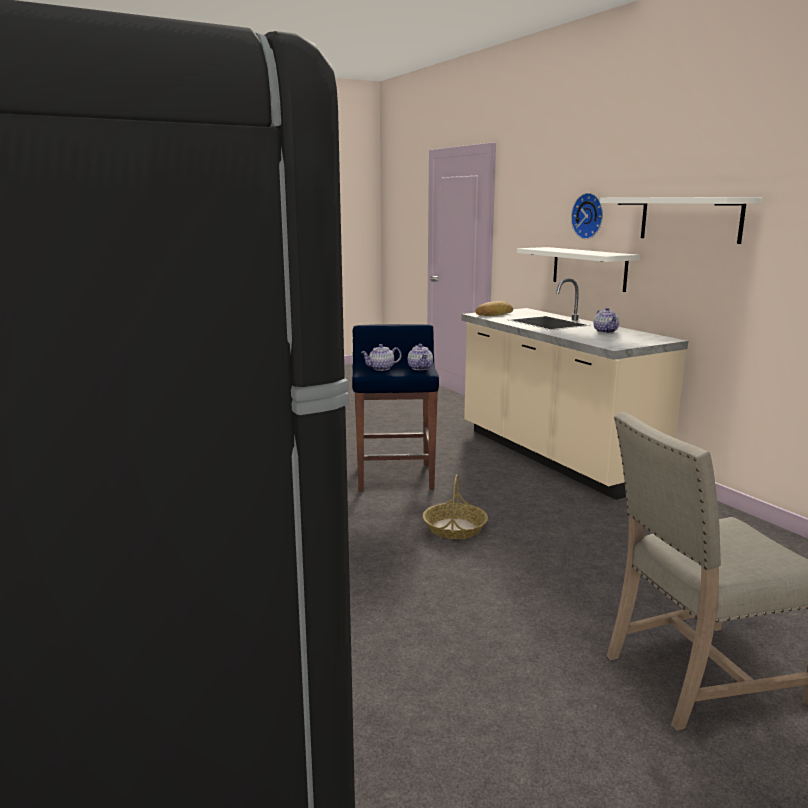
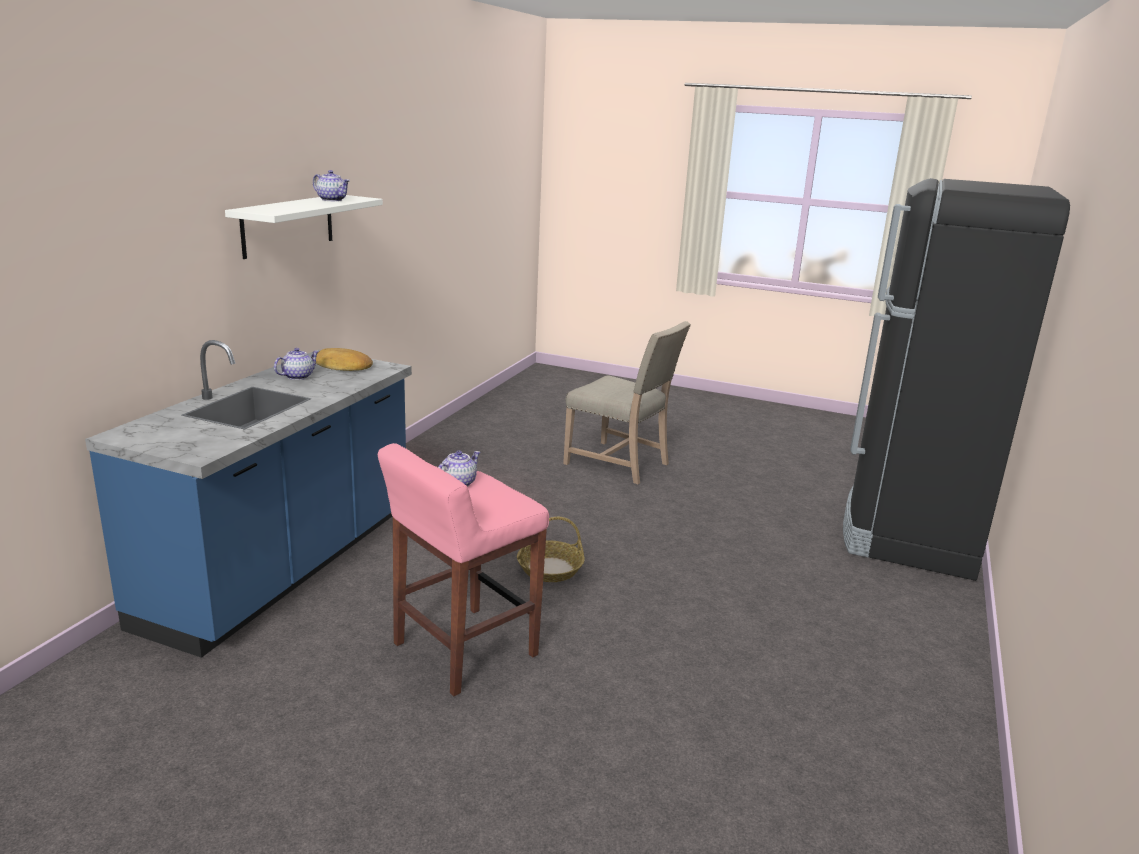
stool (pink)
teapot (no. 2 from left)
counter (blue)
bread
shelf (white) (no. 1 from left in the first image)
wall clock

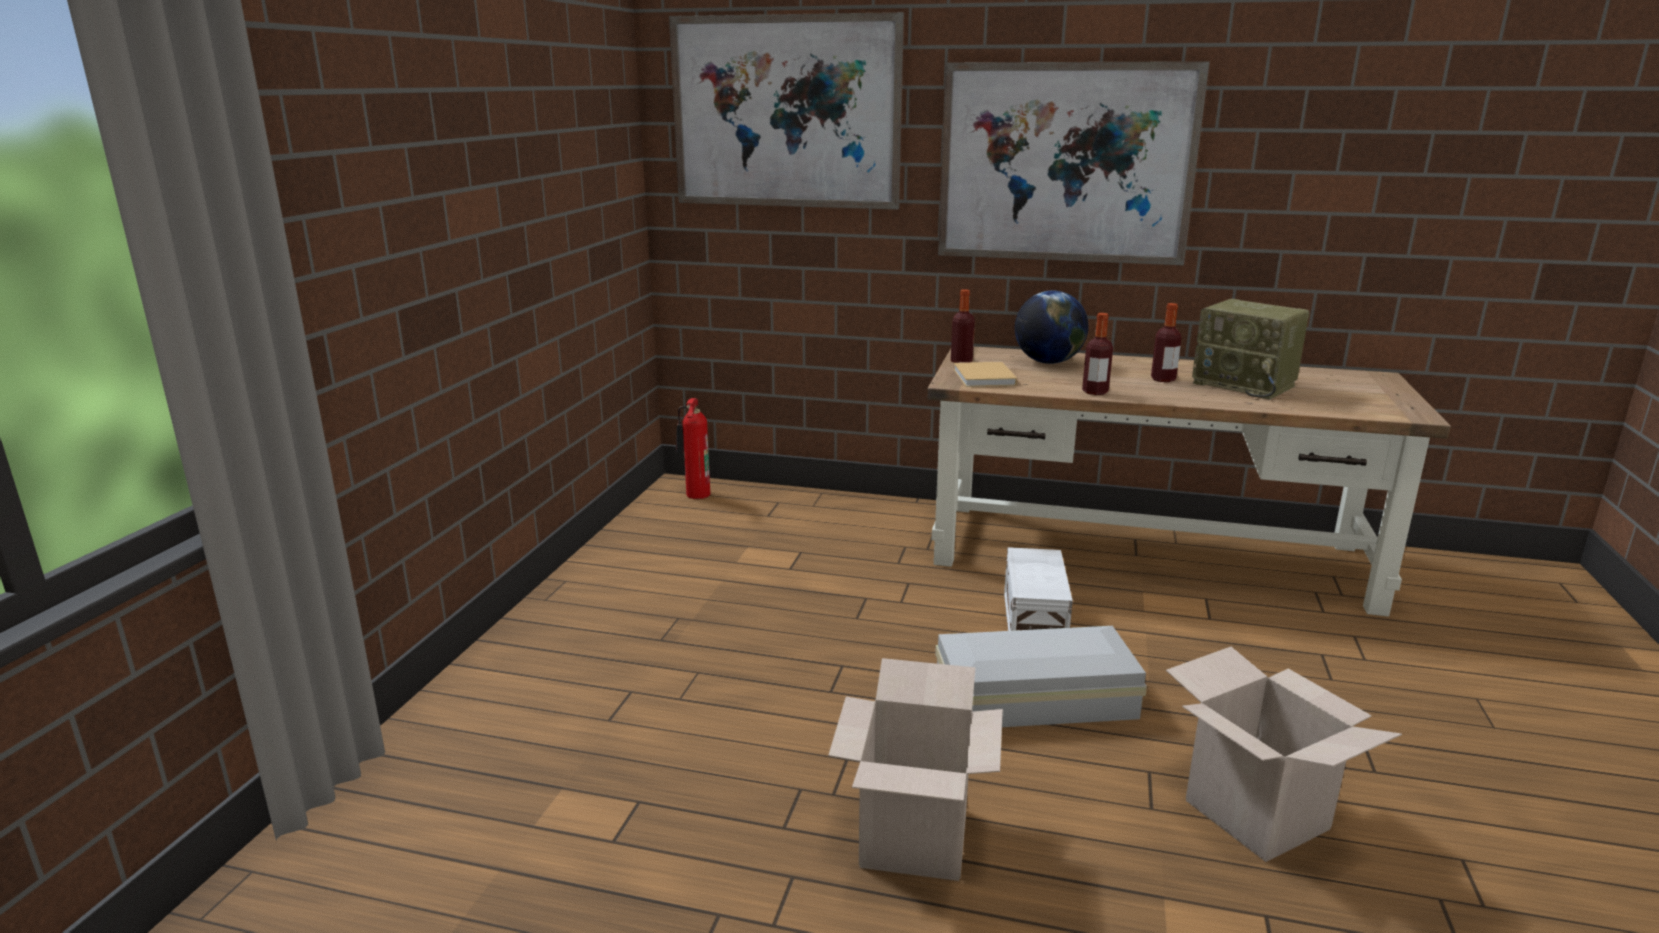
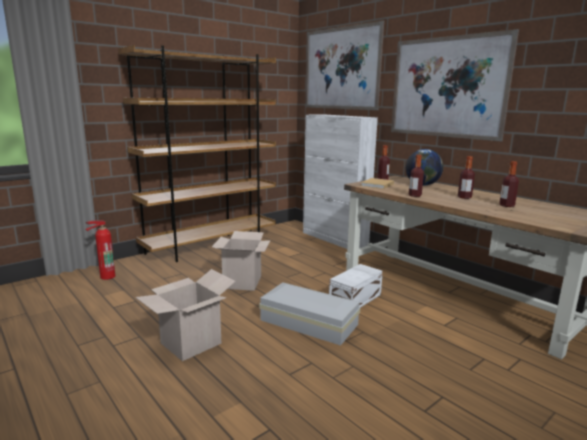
fire extinguisher
cardboard box (no. 2 from left)
bottle (no. 4 from left)
bookcase (brown)
cabinet (white)

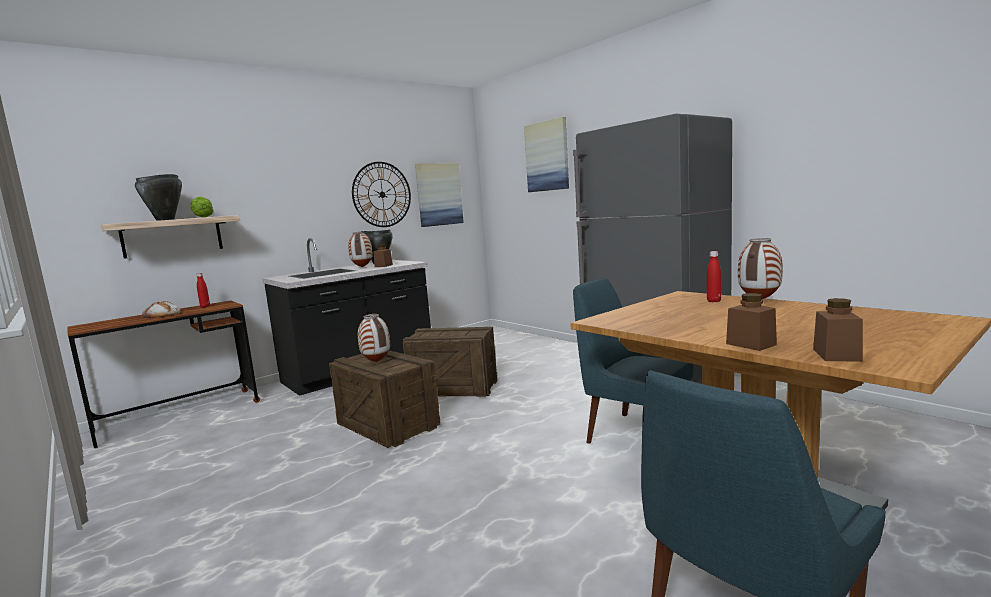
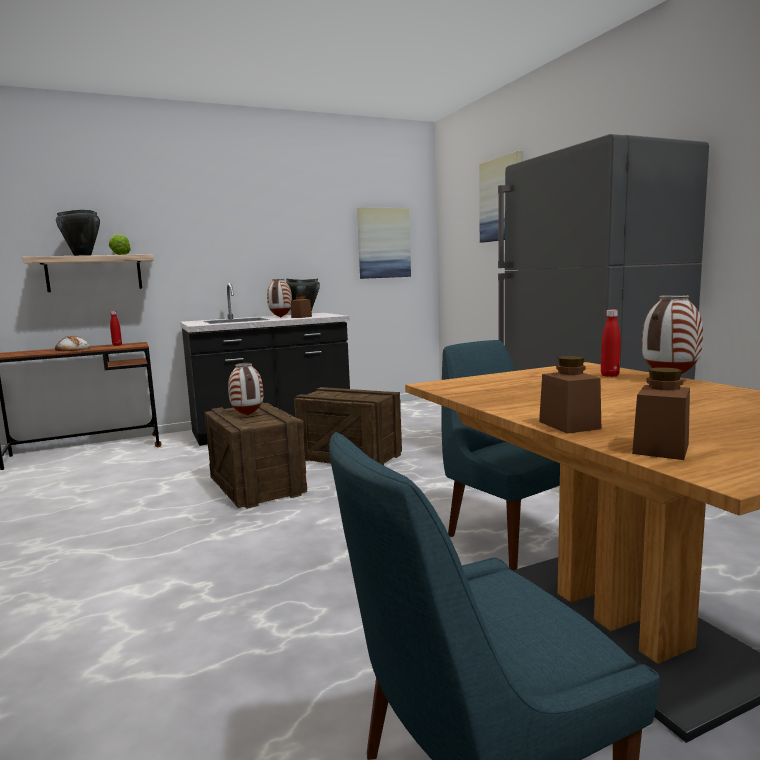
wall clock

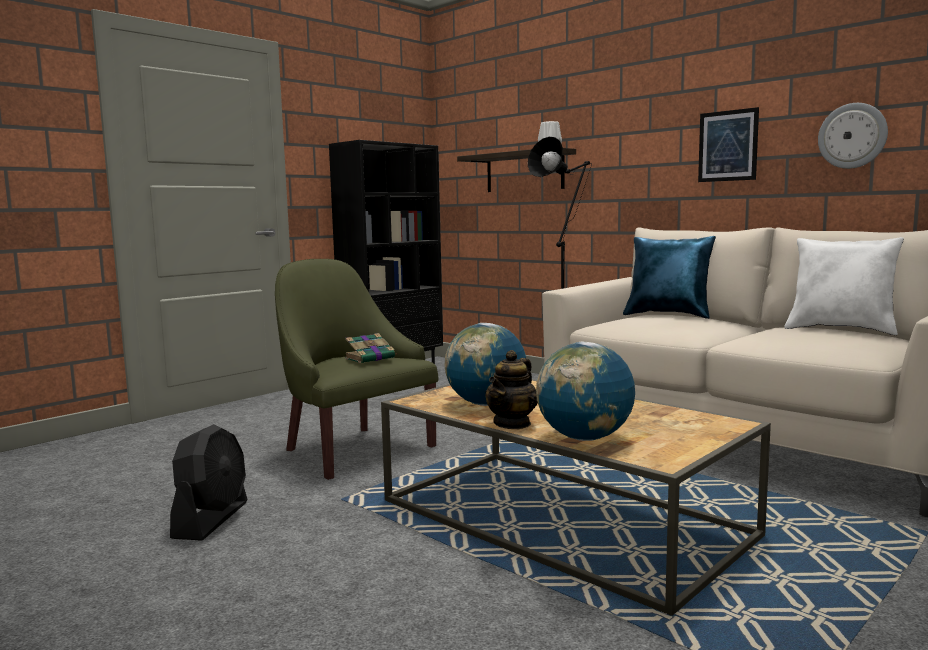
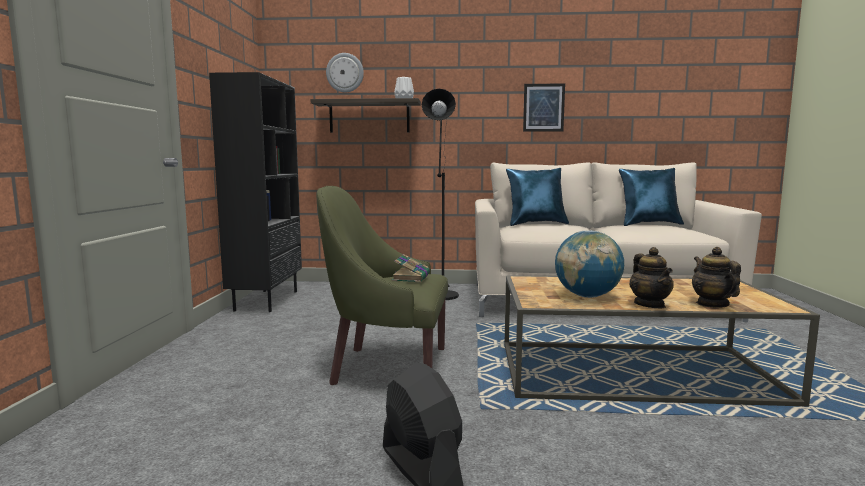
teapot (no. 2 from left)
pillow (blue) (no. 2 from left)
wall clock

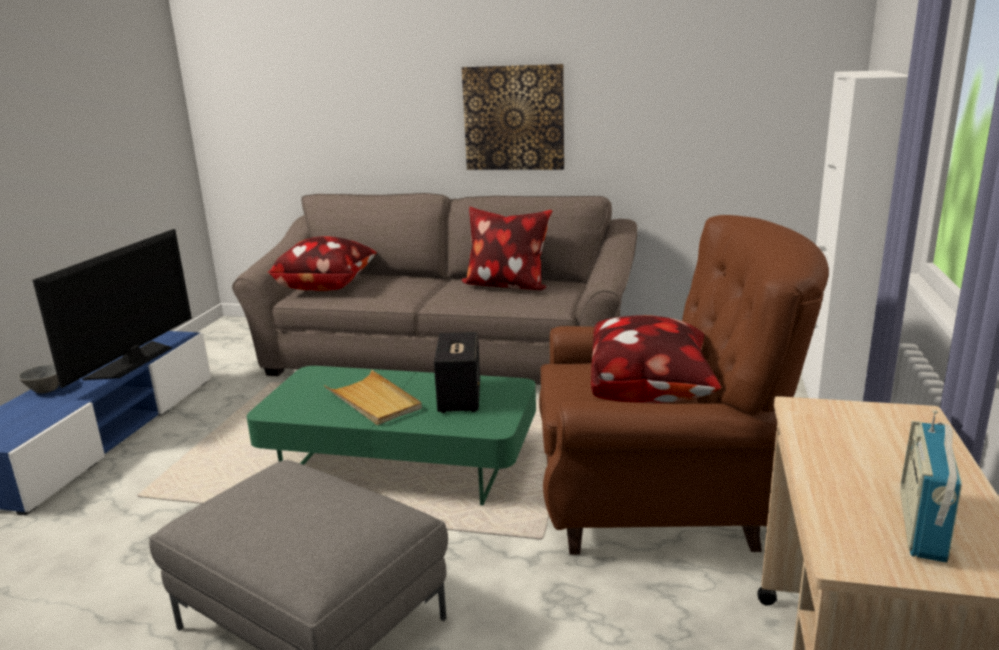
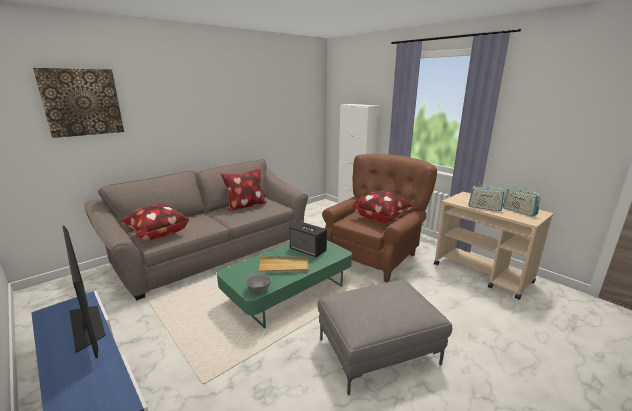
bowl (grey)
picture
radio (no. 1 from left)

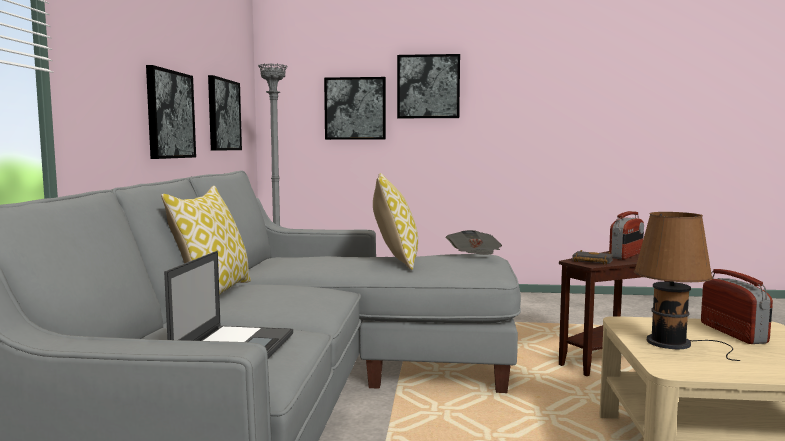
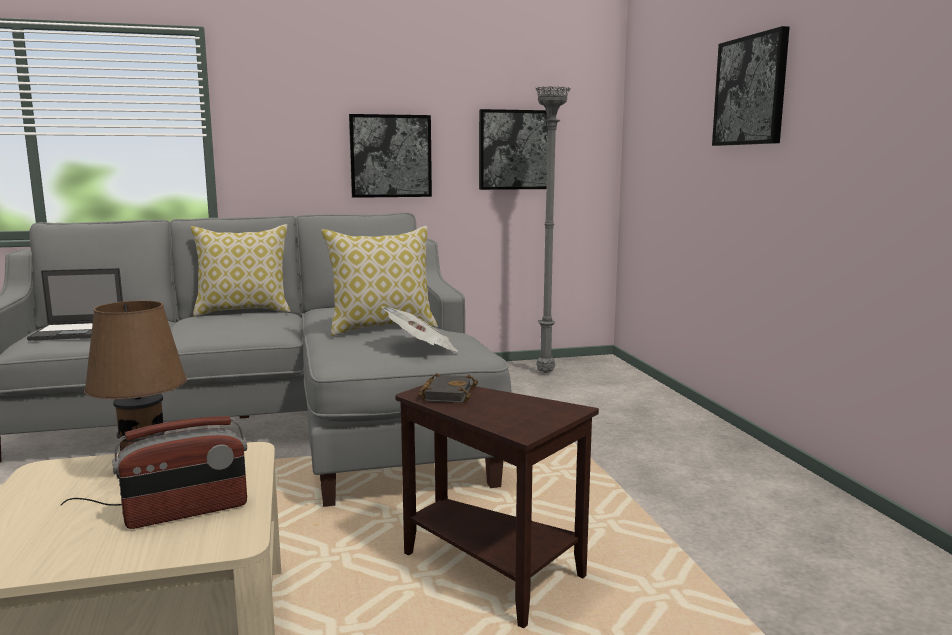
picture (no. 3 from left in the first image)
radio (no. 1 from left in the first image)

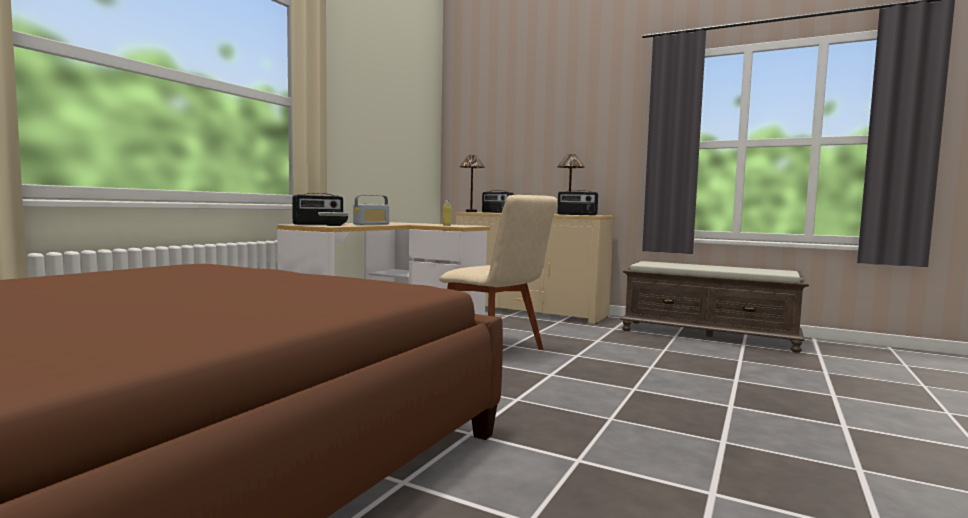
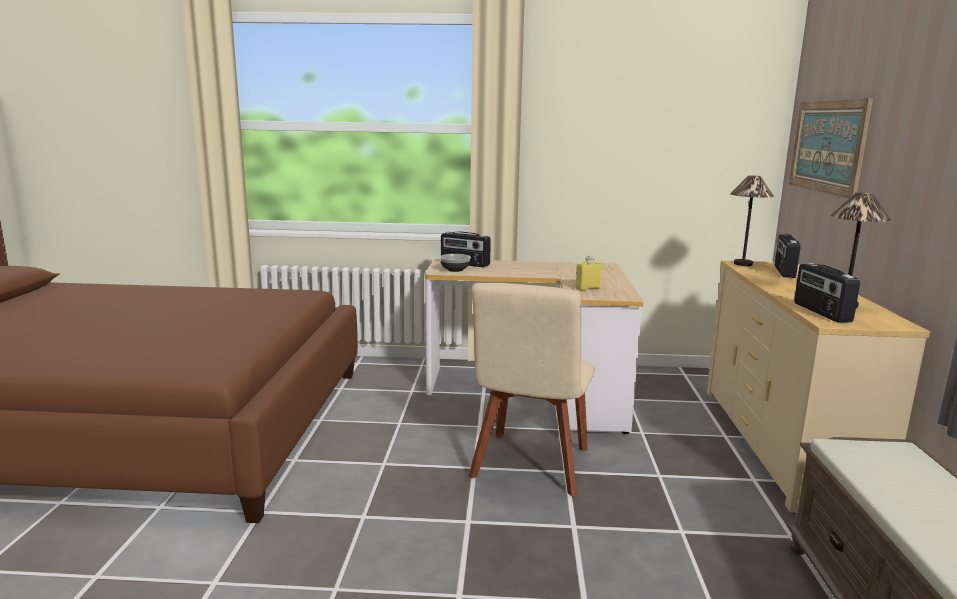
radio (no. 2 from left in the first image)
picture

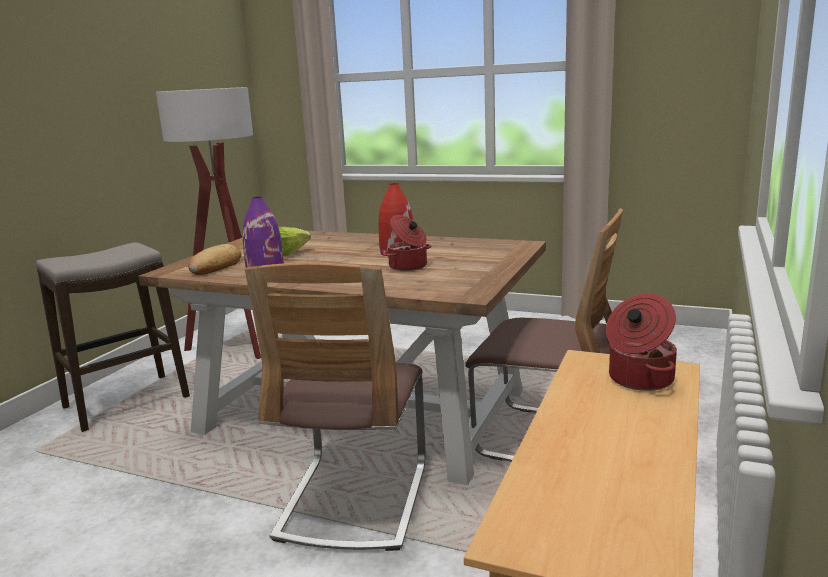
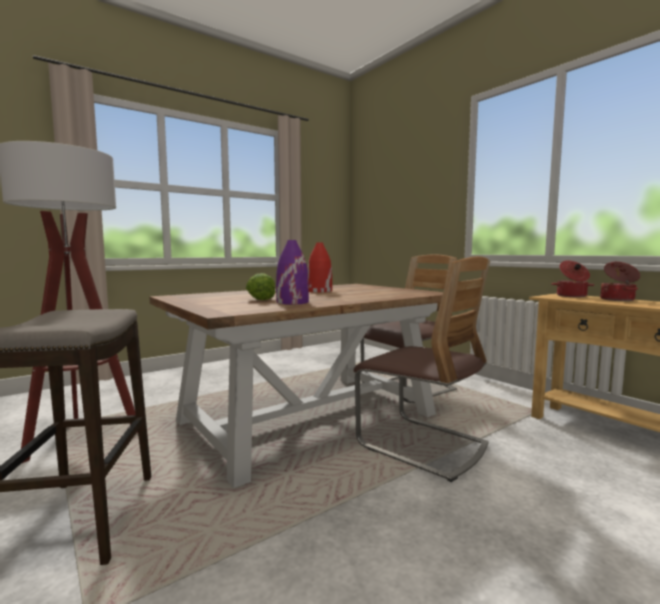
bread
cooking pot (no. 2 from left)

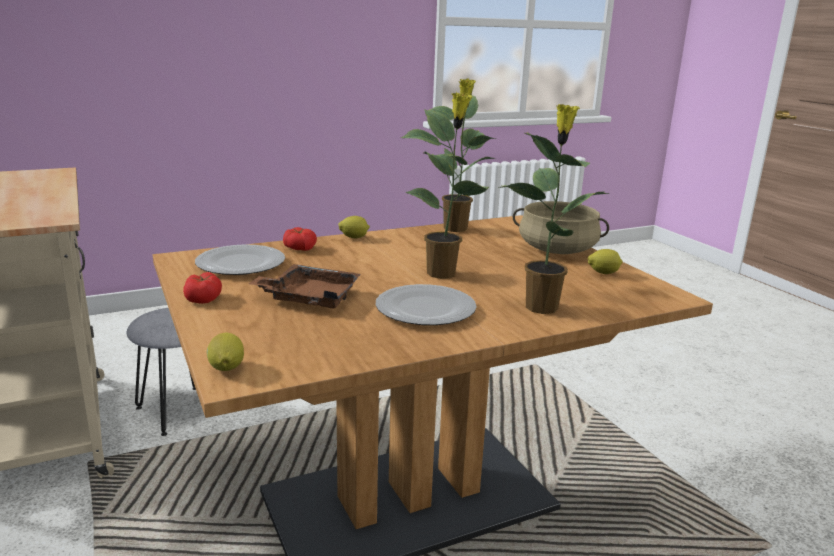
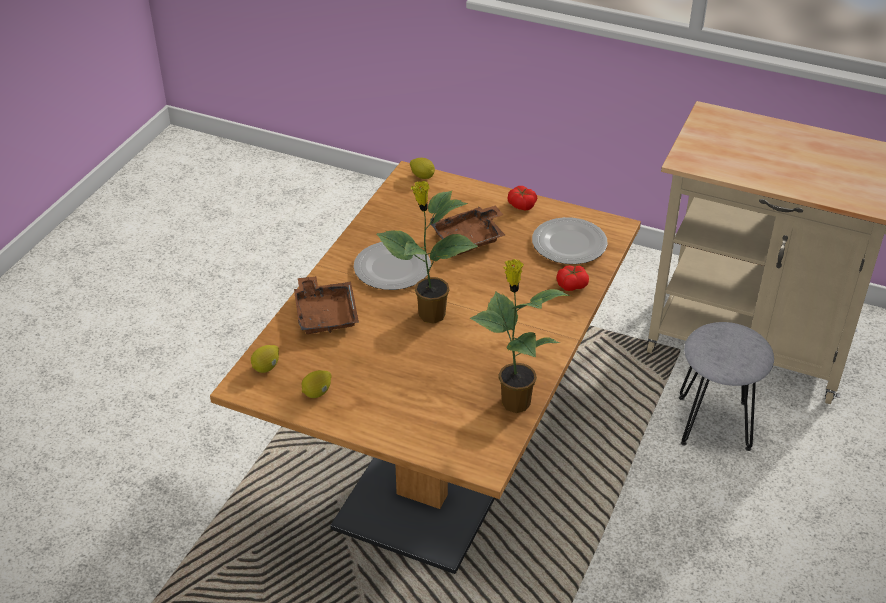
lemon (no. 1 from left)
tray (brown) (no. 1 from left)
cooking pot (beige)

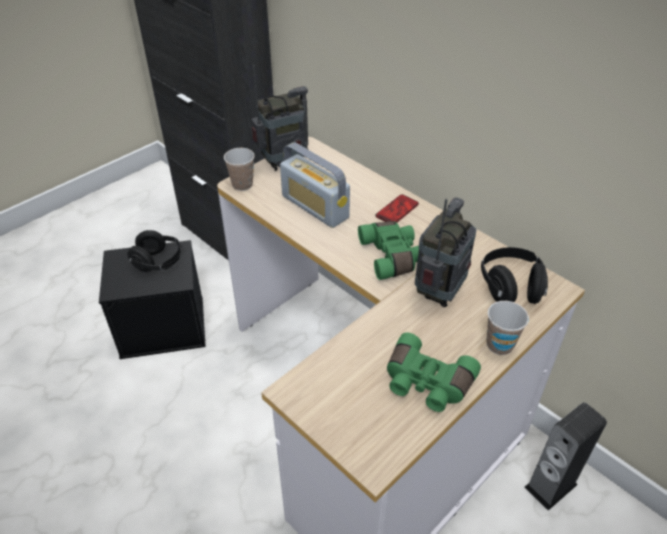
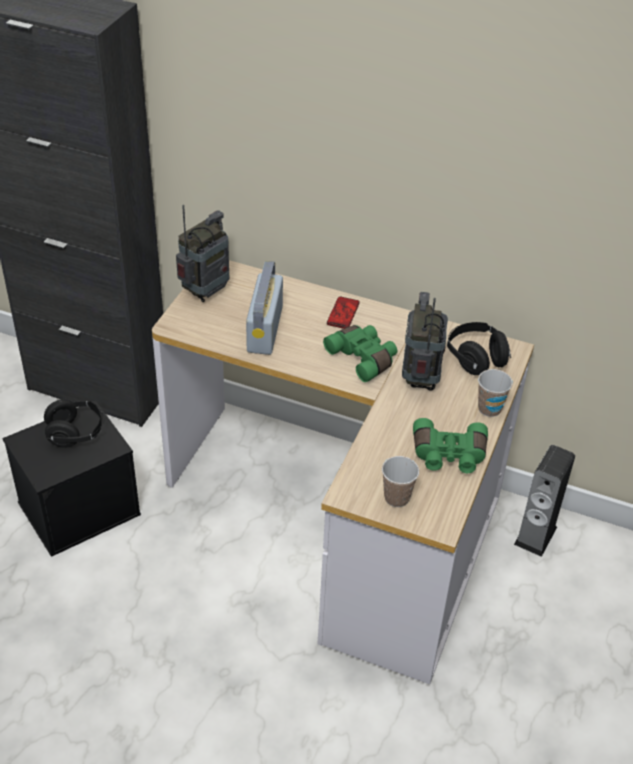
cup (no. 1 from left)
radio (no. 2 from left)

